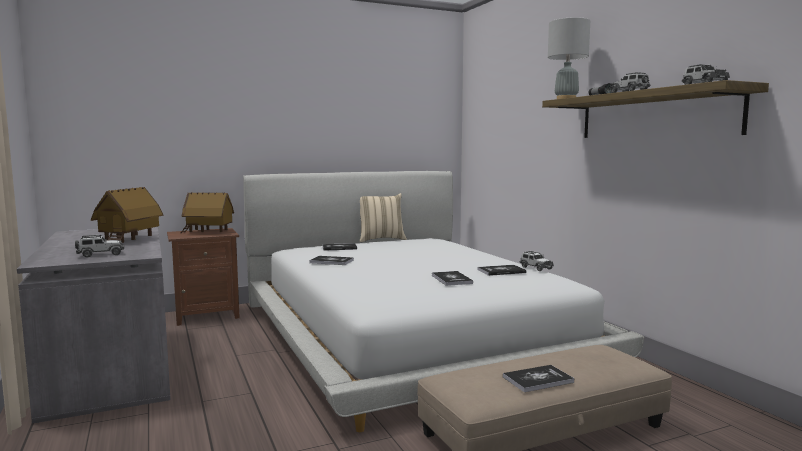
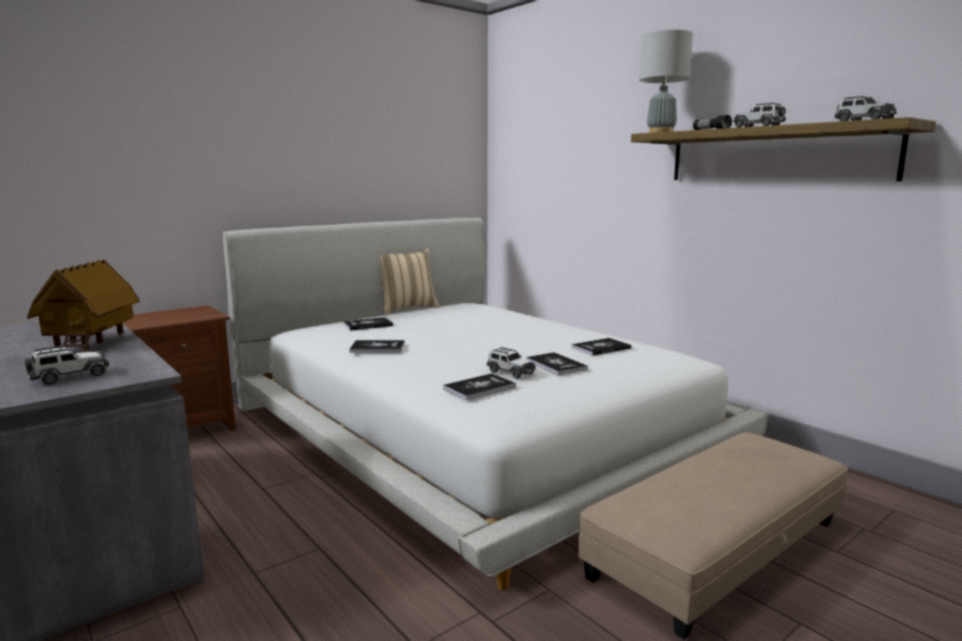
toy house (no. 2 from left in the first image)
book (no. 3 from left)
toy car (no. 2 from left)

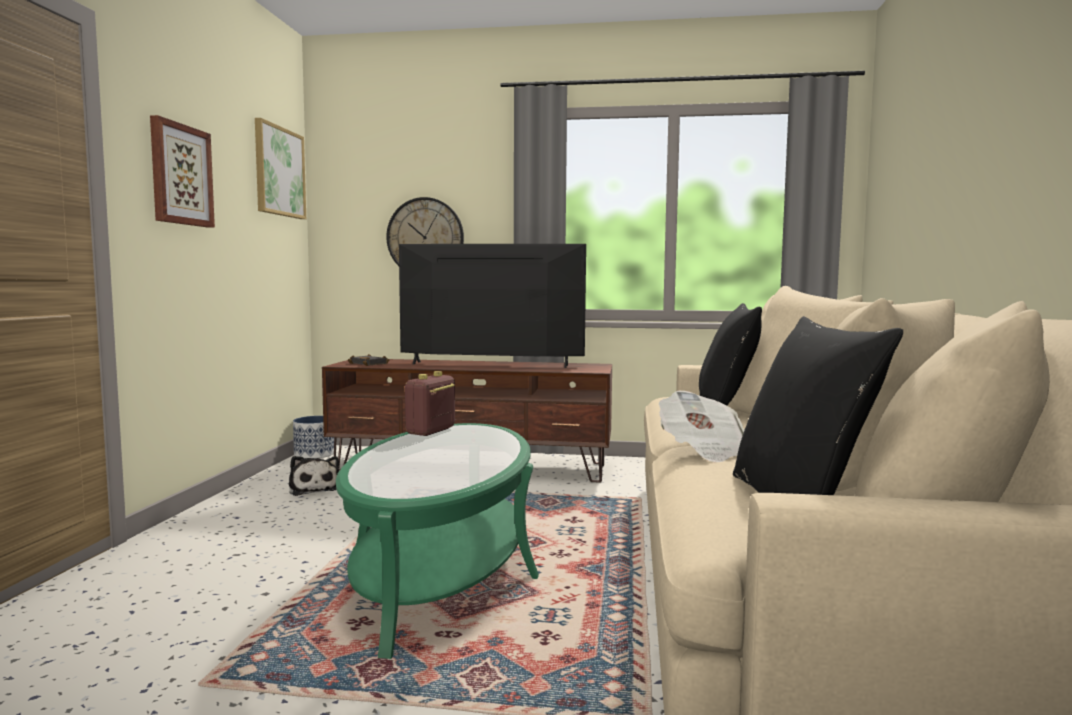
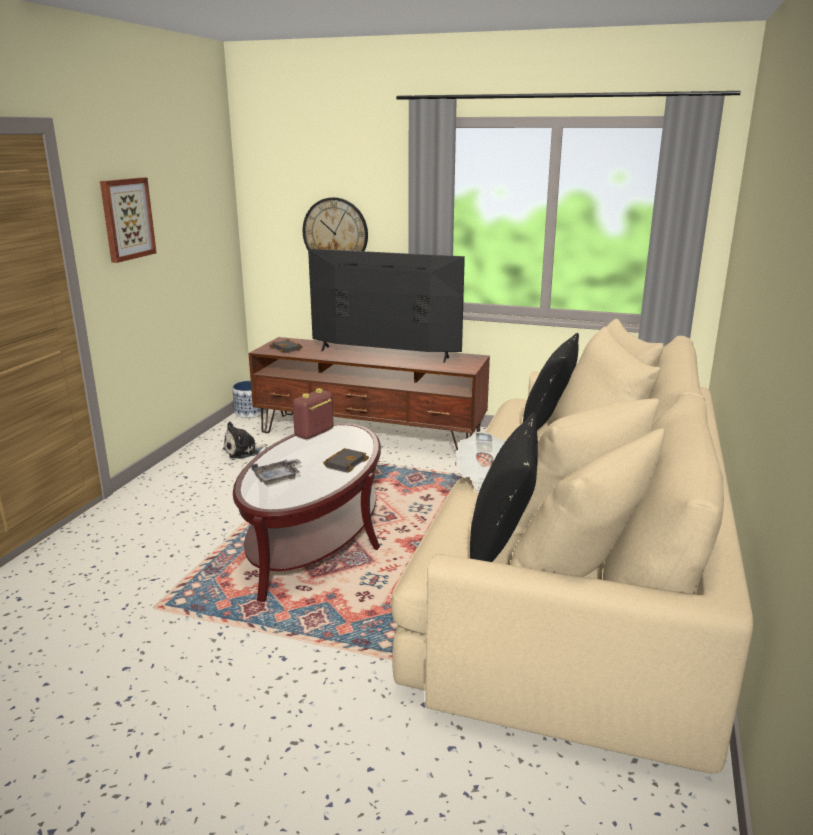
picture (no. 2 from left in the first image)
plush toy
coffee table (brown)
tray (grey)
book (black) (no. 2 from left)

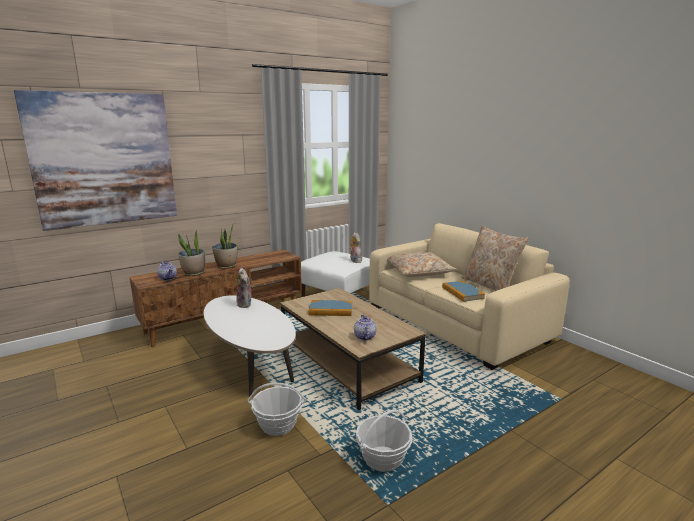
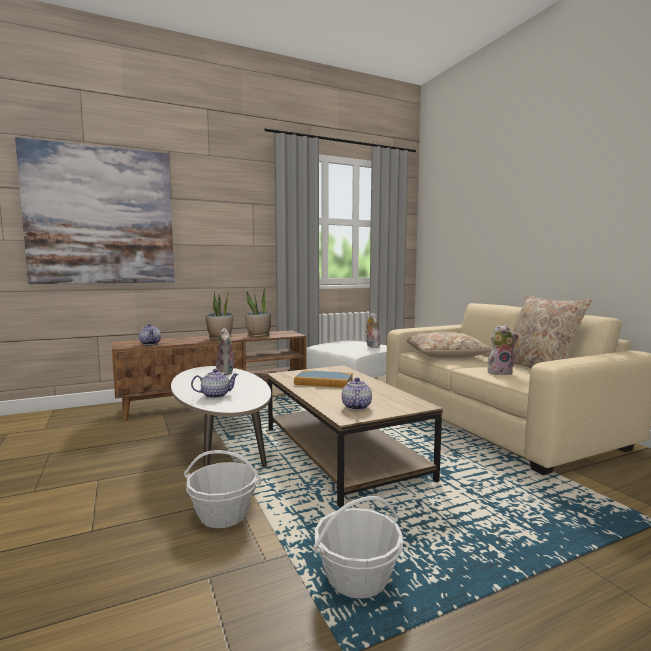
potted plant (no. 2 from left)
plush toy (no. 3 from left)
teapot (no. 2 from left)

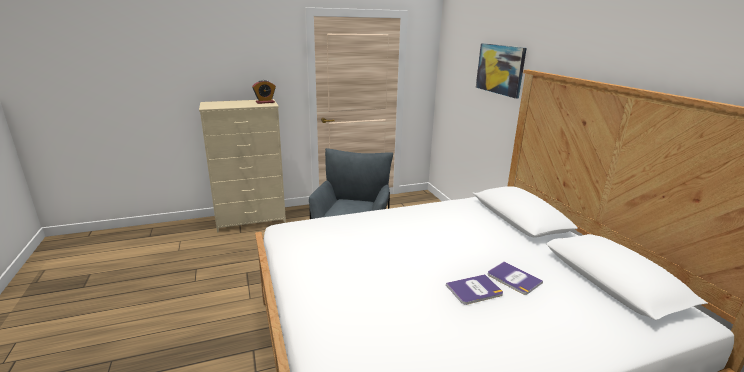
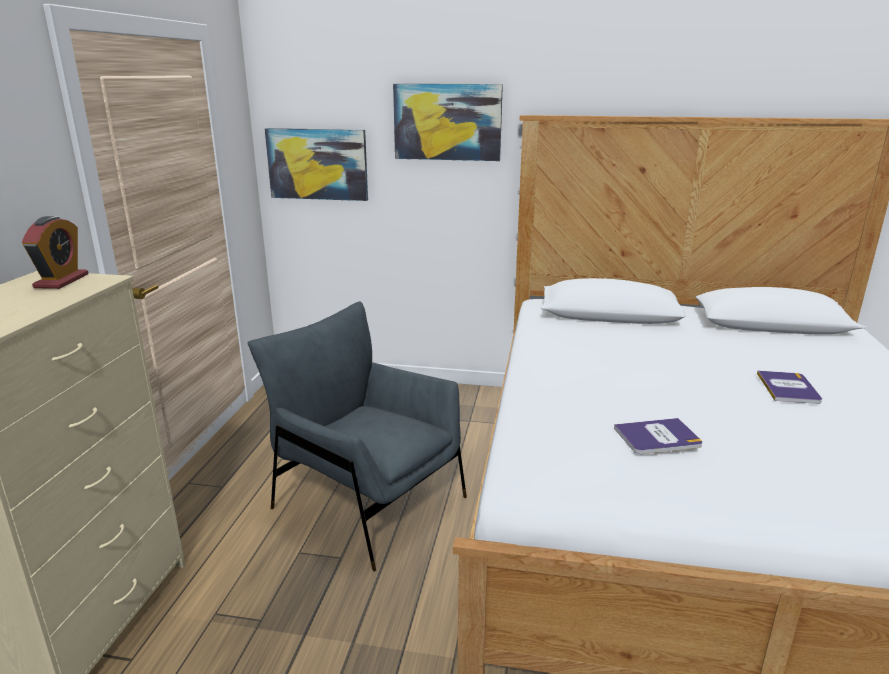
book (no. 1 from left)
picture (no. 1 from left)

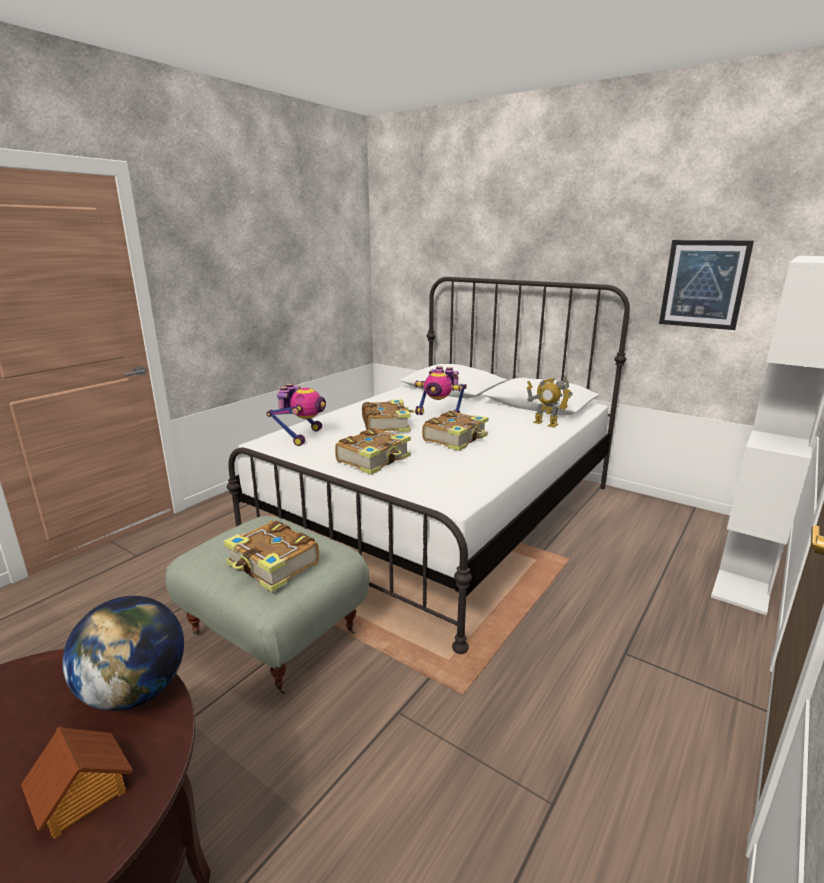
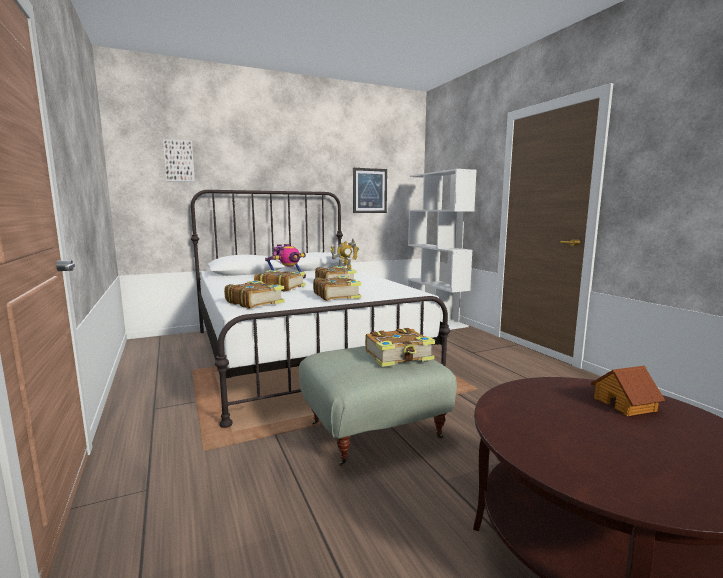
globe
book (no. 1 from left)
picture (no. 1 from left)

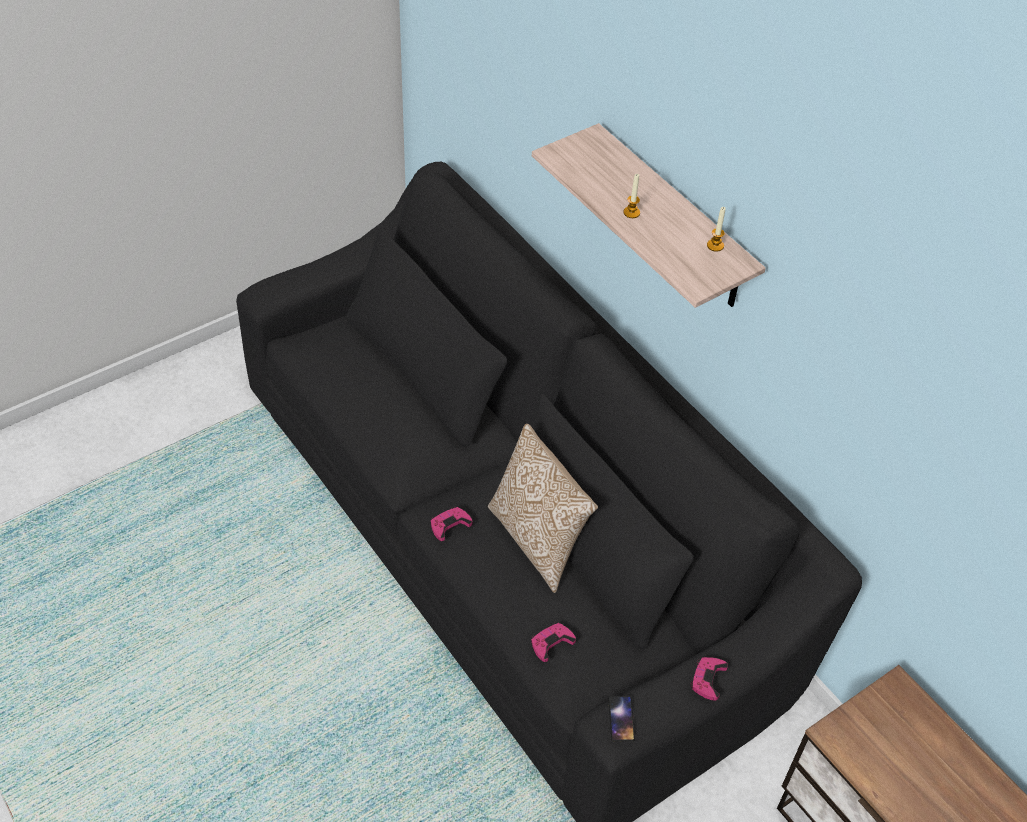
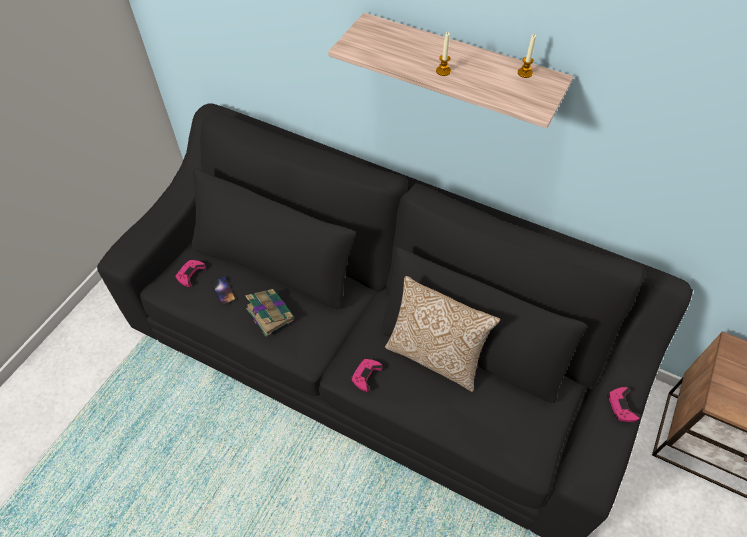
game controller (pink) (no. 1 from left)
phone
book

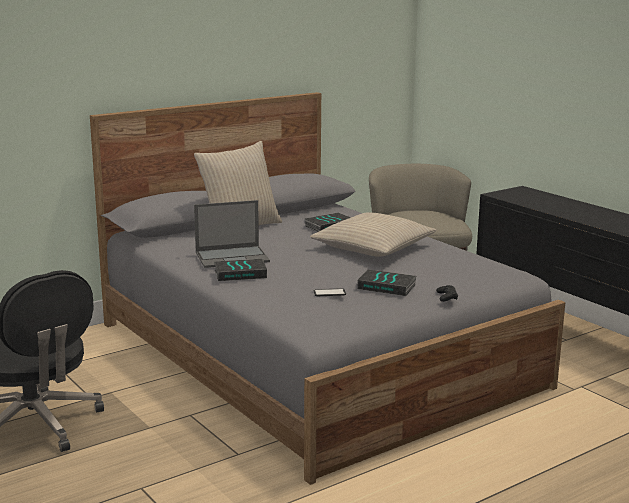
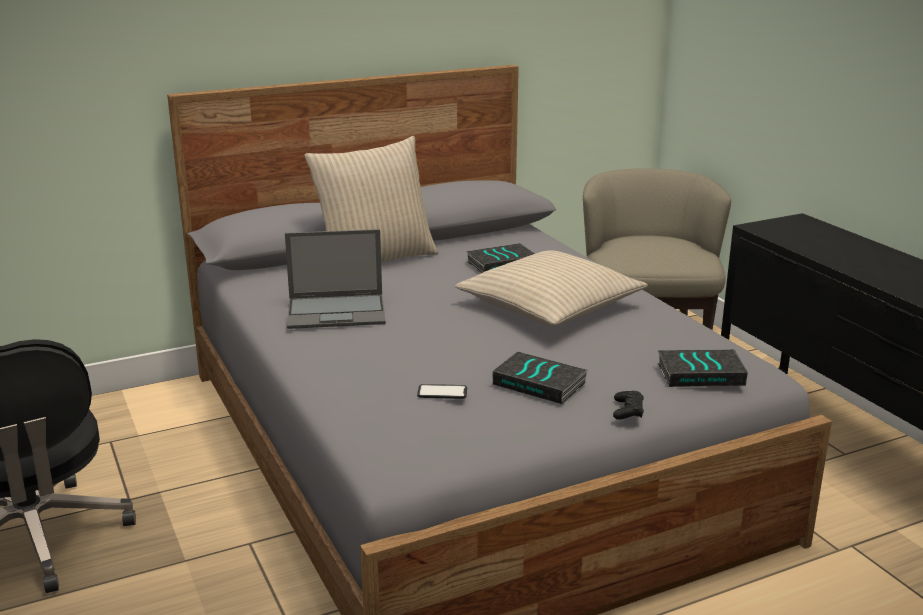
book (no. 3 from left)

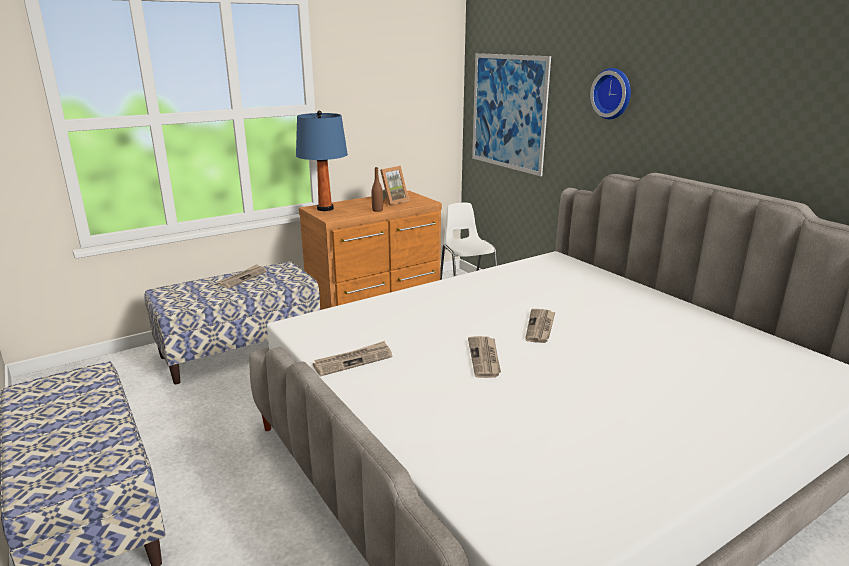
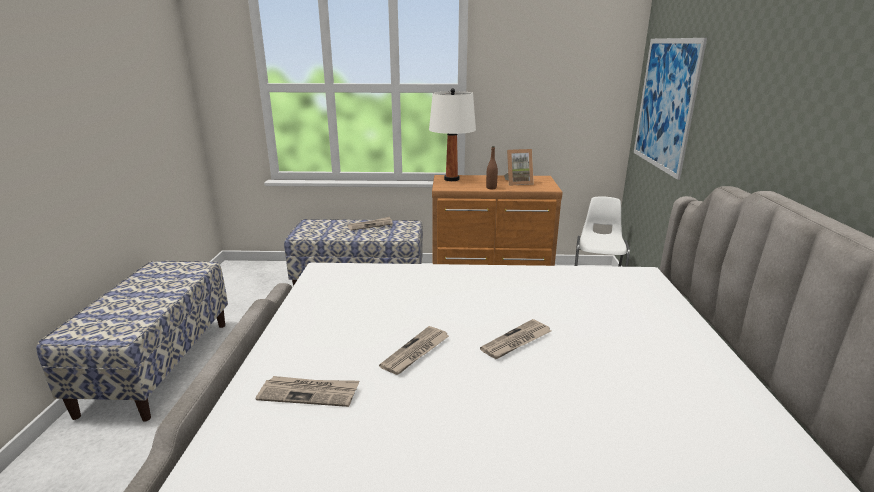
table lamp (white)
newspaper (no. 1 from left)
wall clock

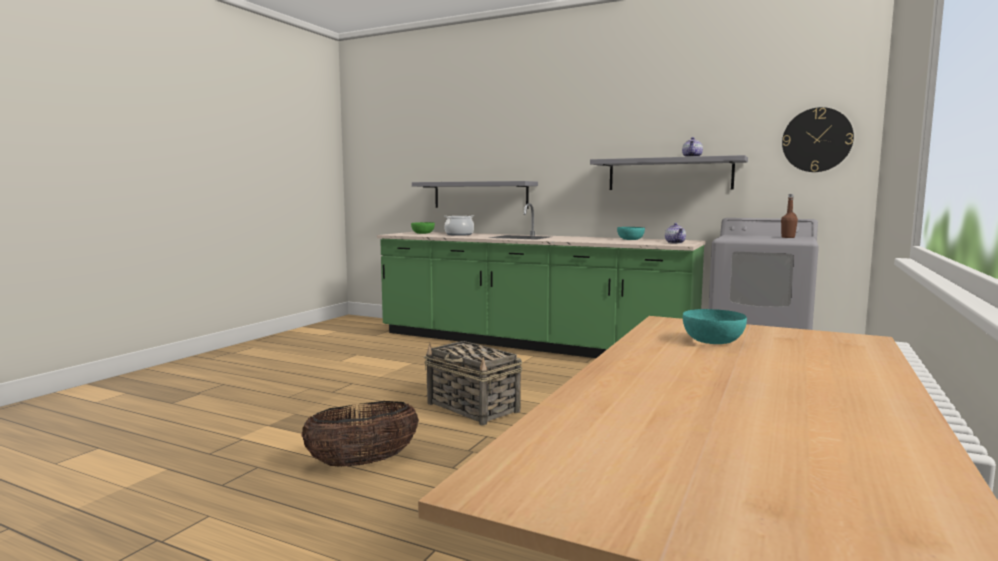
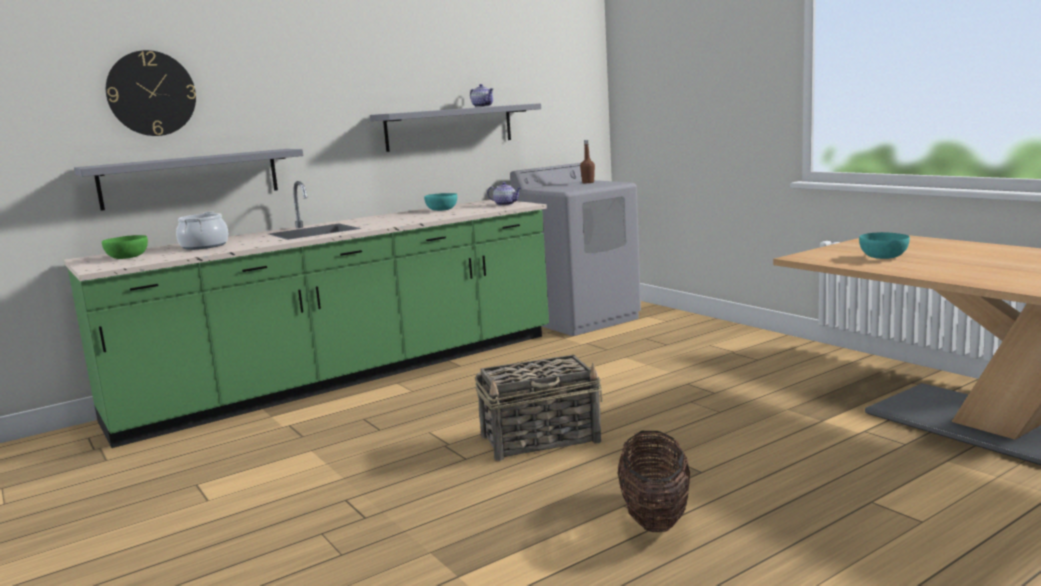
wall clock

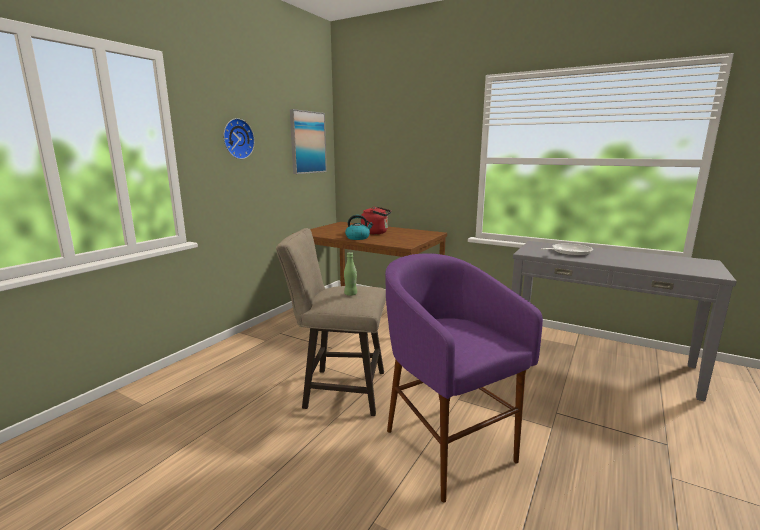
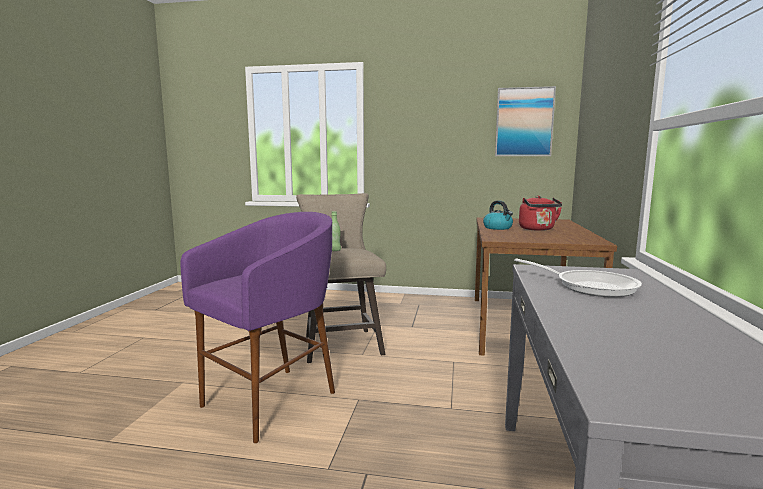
wall clock

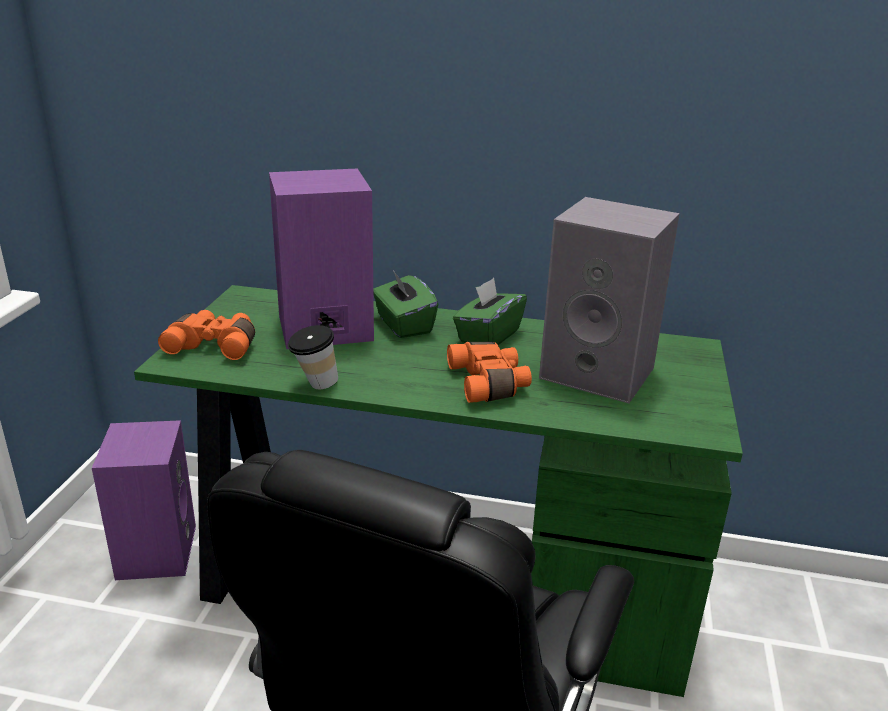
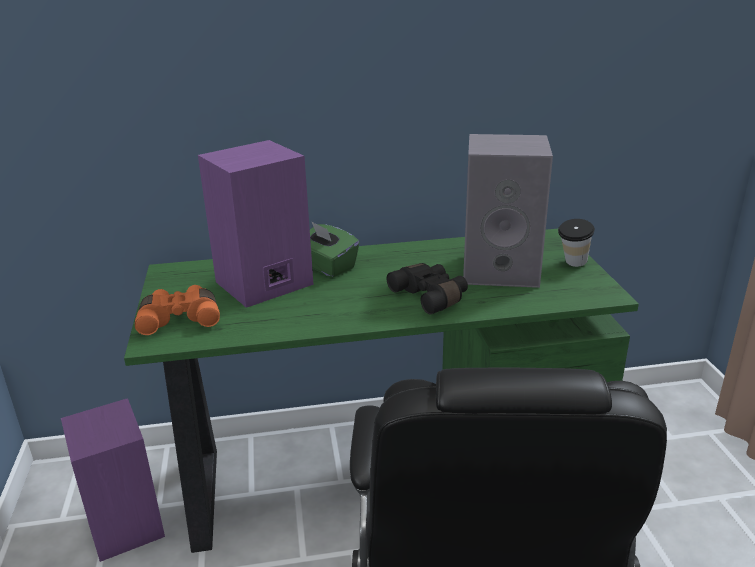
cup
binoculars (black)
tissue box (green) (no. 2 from left in the first image)

